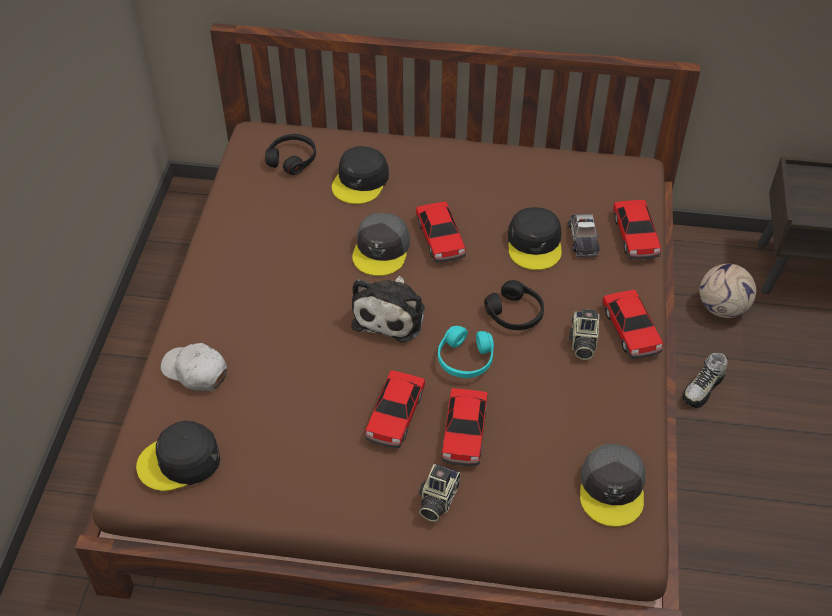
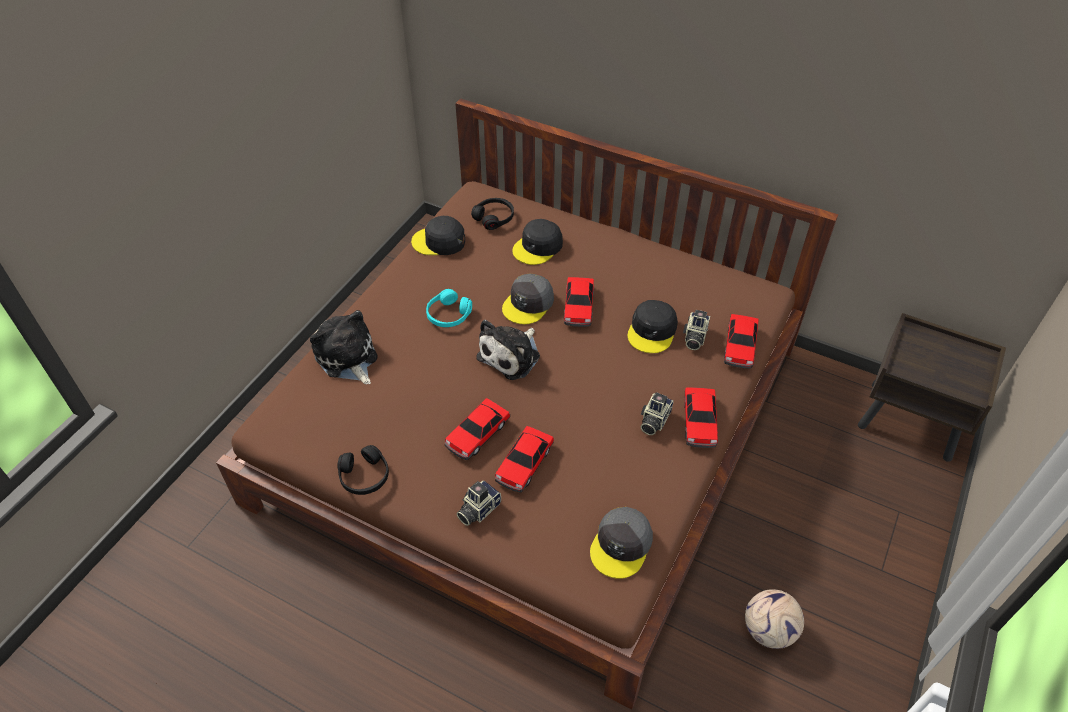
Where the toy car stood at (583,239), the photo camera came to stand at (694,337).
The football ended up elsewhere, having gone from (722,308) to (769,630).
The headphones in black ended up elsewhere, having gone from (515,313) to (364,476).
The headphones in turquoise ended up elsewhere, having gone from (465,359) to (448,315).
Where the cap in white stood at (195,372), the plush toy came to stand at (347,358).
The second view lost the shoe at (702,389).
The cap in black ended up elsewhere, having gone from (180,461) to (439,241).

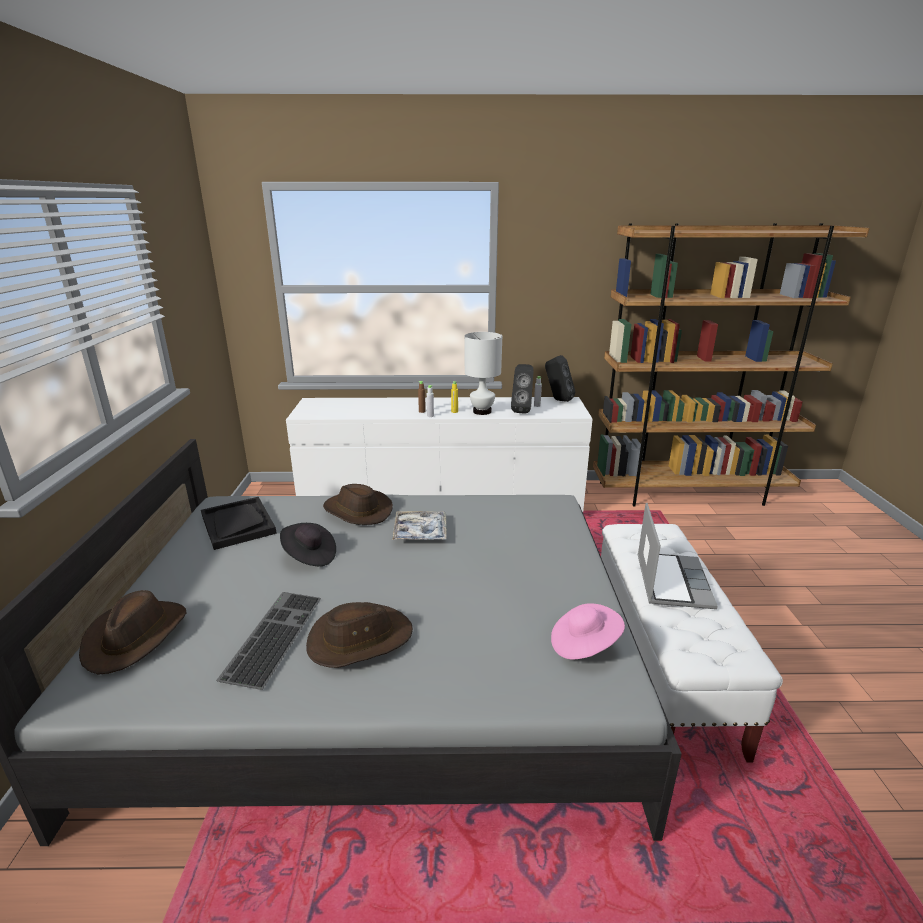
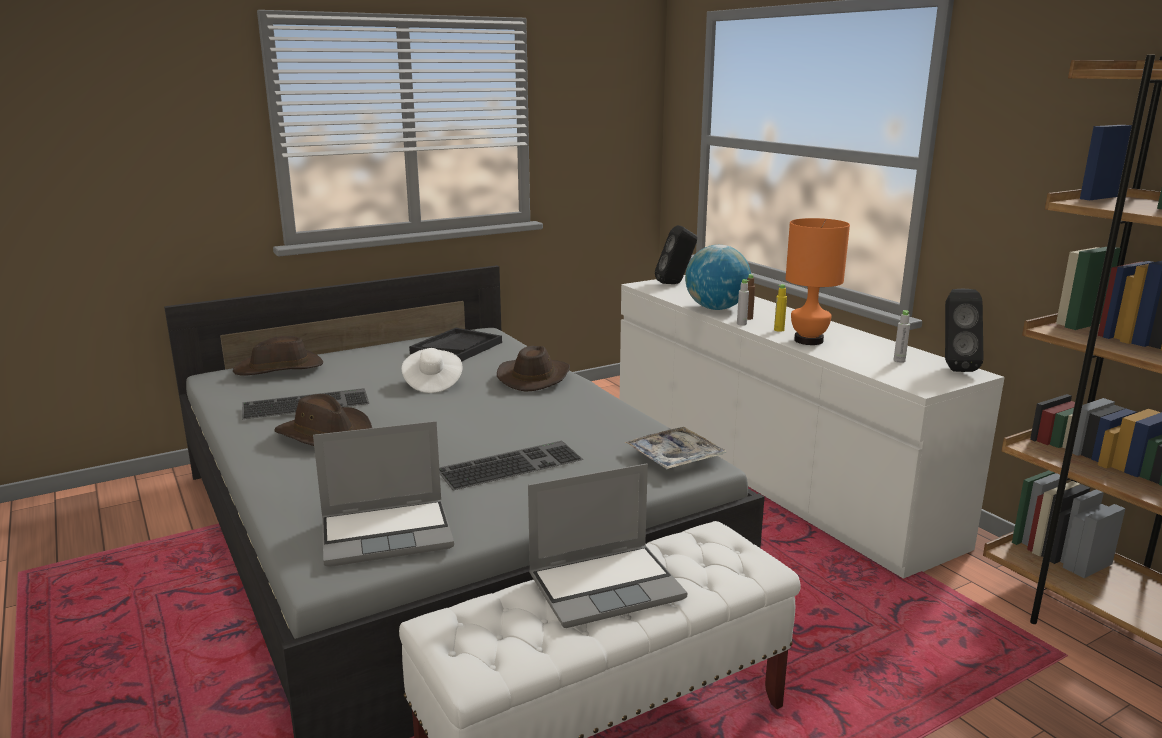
What was the table lamp in white at (482,411) turned into the table lamp in orange at (809,340).
The speaker in black ended up elsewhere, having gone from (522,410) to (675,283).
The tray ended up elsewhere, having gone from (420,532) to (674,457).
What was the hat in black at (309,556) turned into the hat in white at (432,383).
Where the hat in pink stood at (583,644), the laptop came to stand at (388,533).
The second view gained the globe at (716,308).
The second view gained the keyboard at (511,464).

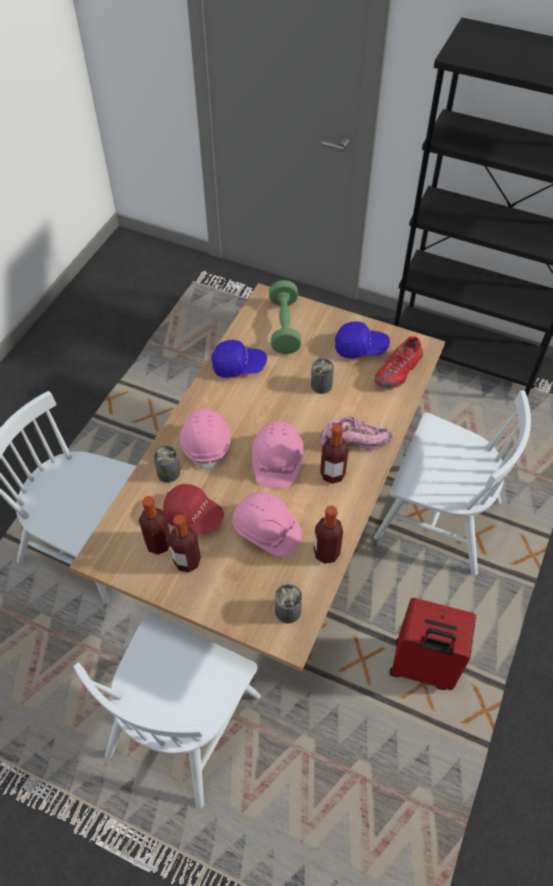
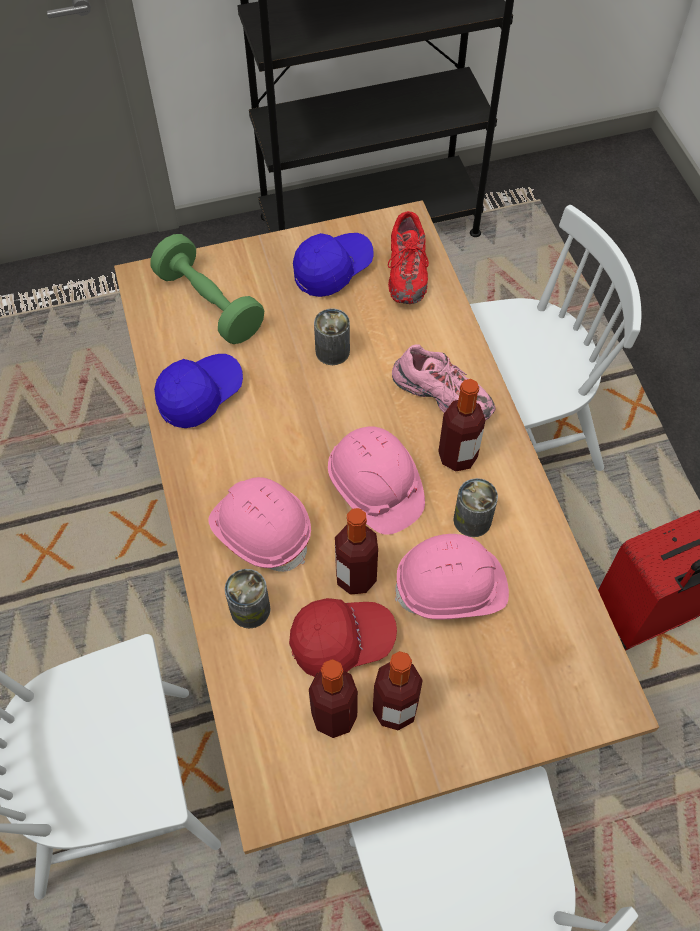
The shoe in pink at (354,441) ended up facing another way, 75 degrees clockwise from before.
The bottle ended up elsewhere, having gone from (326,553) to (356,577).
The can ended up elsewhere, having gone from (288,611) to (472,520).

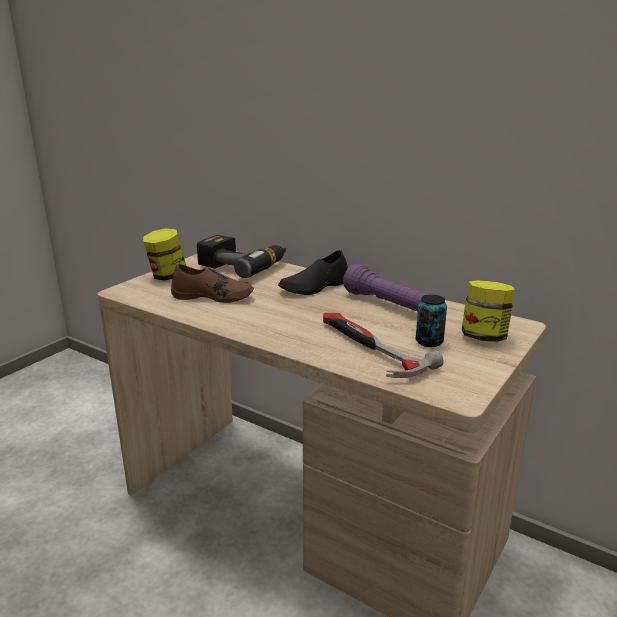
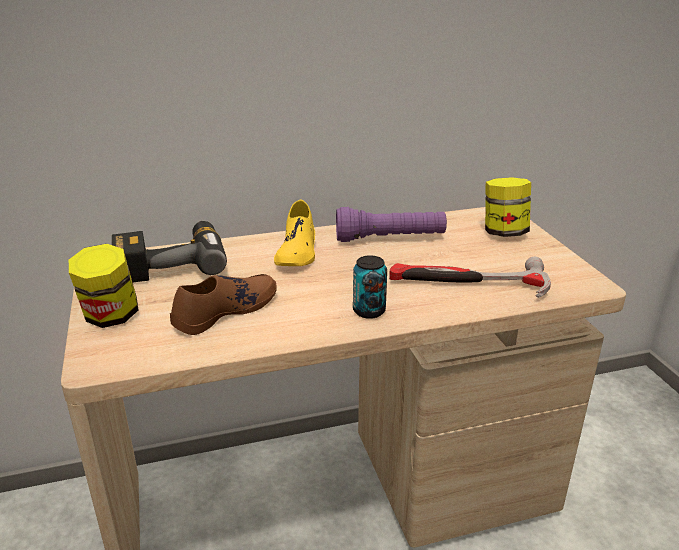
What was the shoe in black at (315,287) turned into the shoe in yellow at (297,251).
The can ended up elsewhere, having gone from (429,342) to (369,311).

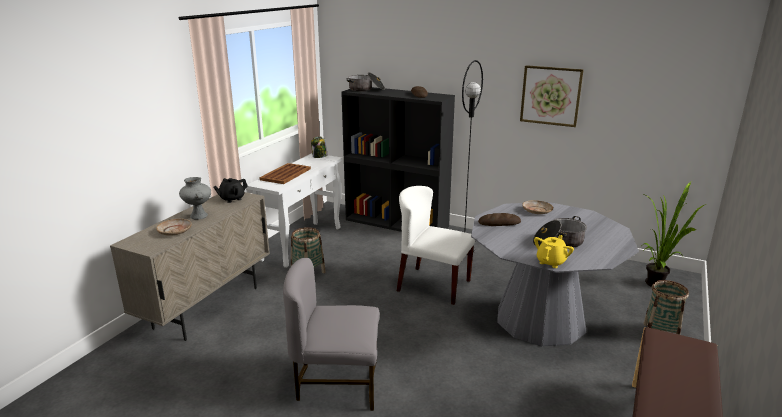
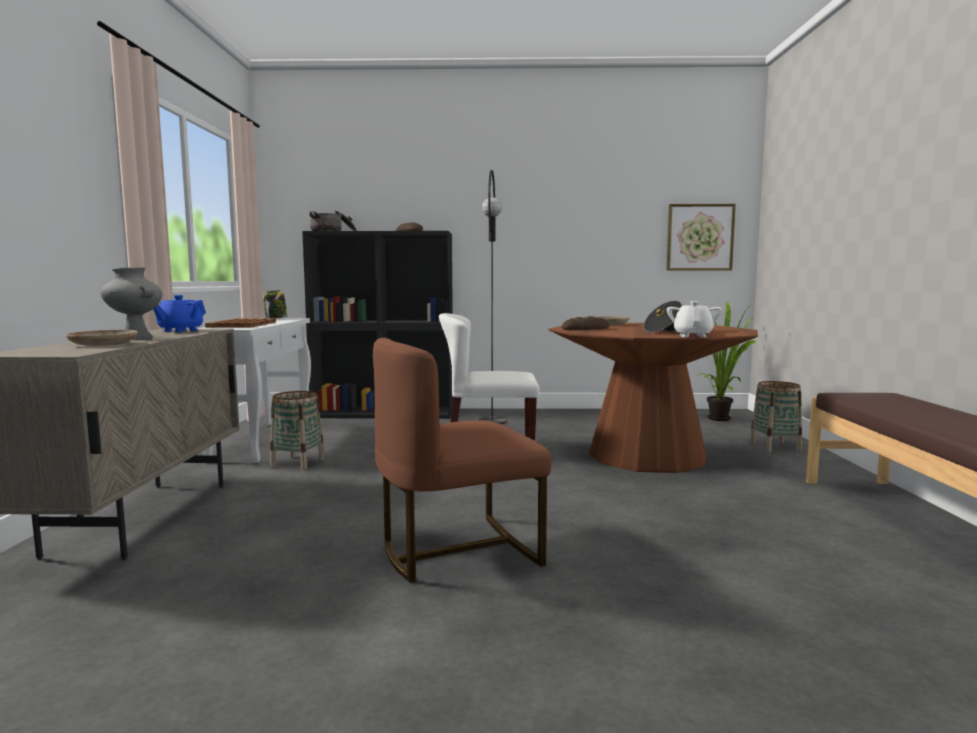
The picture ended up elsewhere, having gone from (550,95) to (700,237).
What was the teapot in black at (232,199) turned into the teapot in blue at (180,331).
What was the dining table in grey at (540,319) turned into the dining table in brown at (647,455).
What was the teapot in yellow at (551,262) turned into the teapot in white at (693,336).
What was the chair in grey at (337,383) turned into the chair in brown at (457,550).

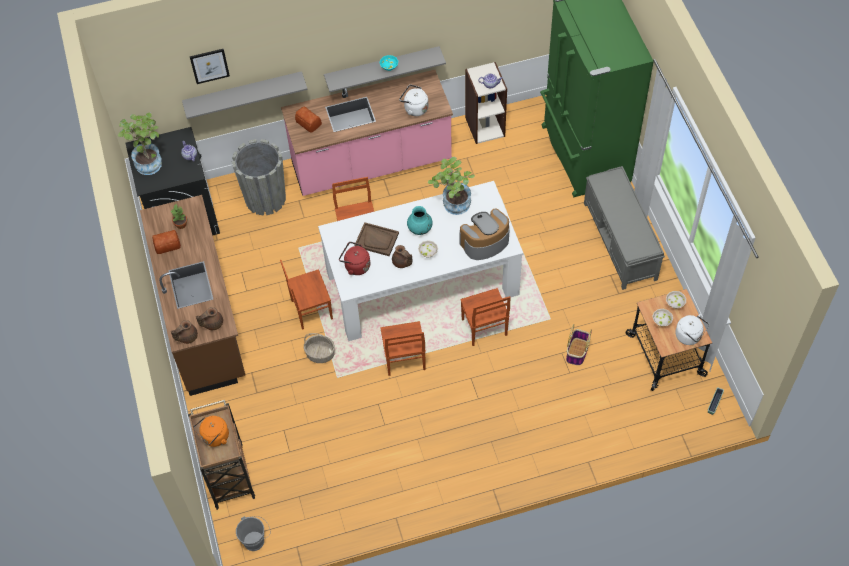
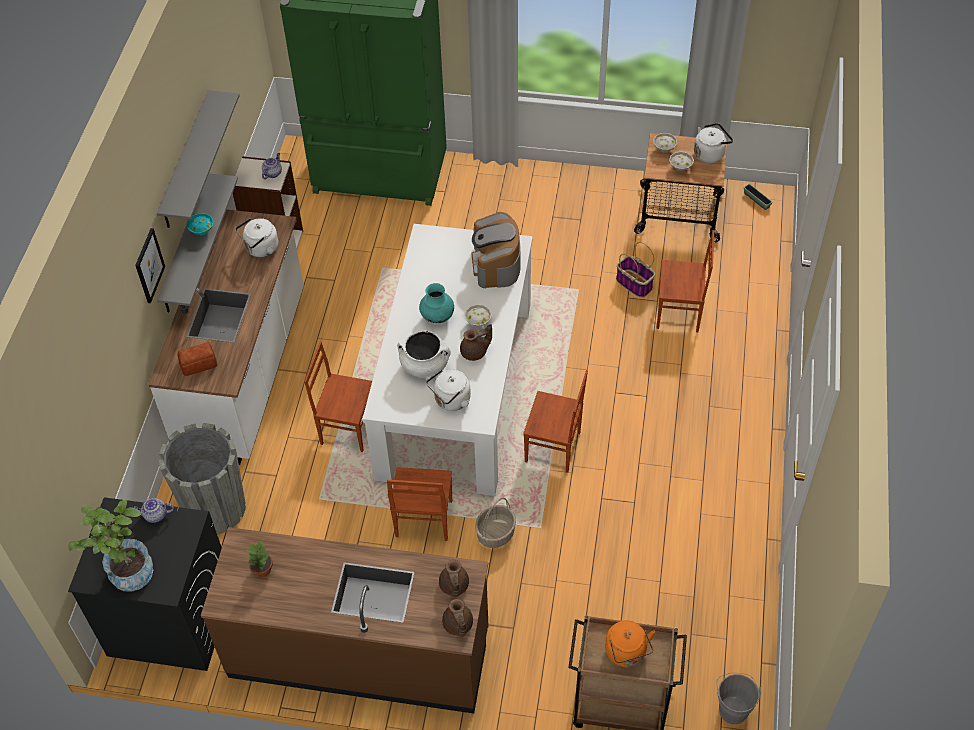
The picture ended up elsewhere, having gone from (209,65) to (149,265).
What was the counter in pink at (371,164) turned into the counter in white at (245,372).
The shelf in grey ended up elsewhere, having gone from (243,93) to (186,161).
The second view lost the potted plant at (453,206).
The second view lost the bench in grey at (620,241).
Where the tray in brown stood at (377,240), the cooking pot in white came to stand at (425,365).
The second view lost the bread at (166,244).
What was the kettle in red at (355,266) turned into the kettle in white at (450,401).
The chair in brown ended up elsewhere, having gone from (484,328) to (679,313).

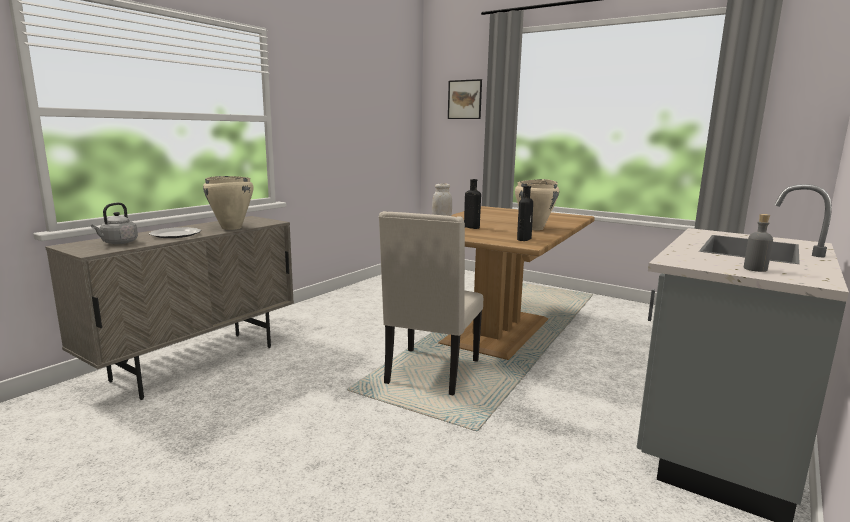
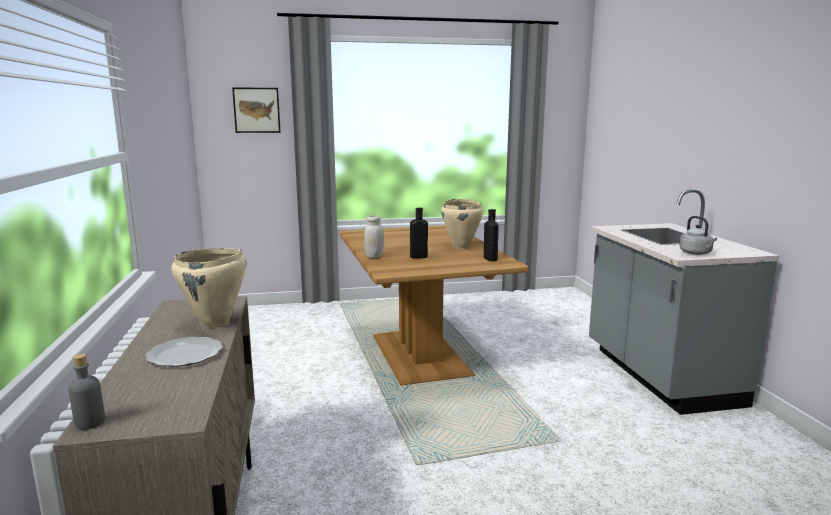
The kettle in grey ended up elsewhere, having gone from (118,243) to (696,253).
The second view lost the chair in beige at (431,372).
The bottle in grey ended up elsewhere, having gone from (755,269) to (90,423).

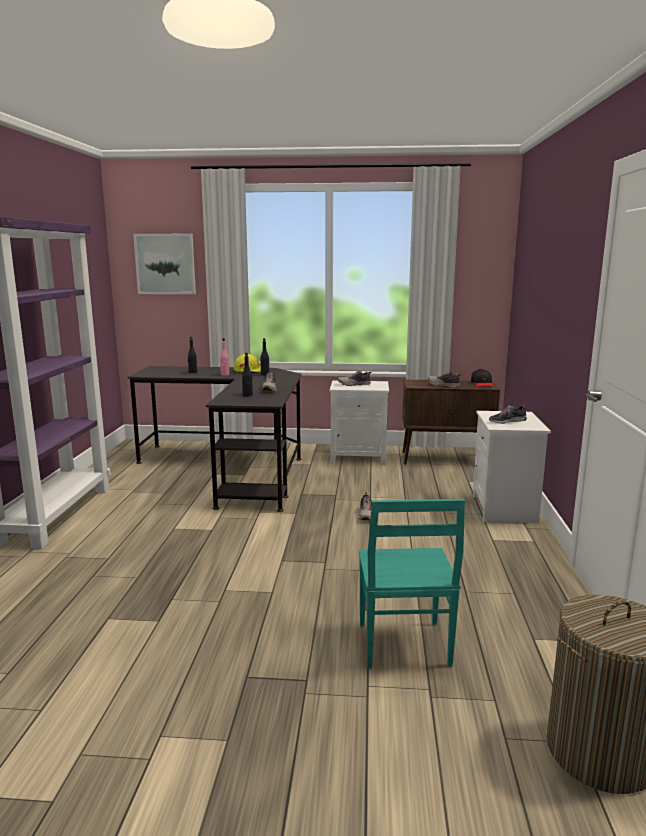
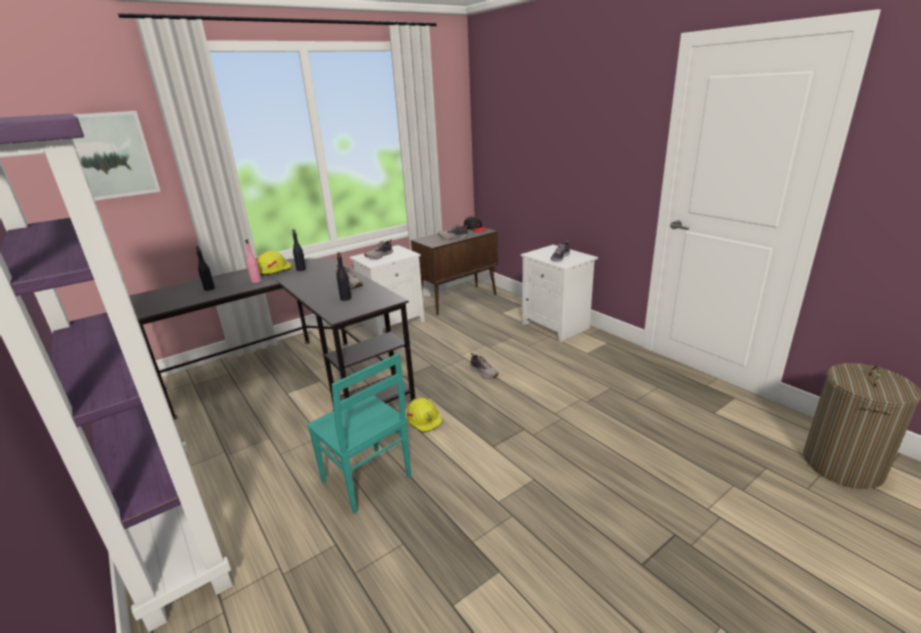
The chair in turquoise ended up elsewhere, having gone from (402,645) to (366,480).
The second view gained the hard hat in yellow at (425,420).

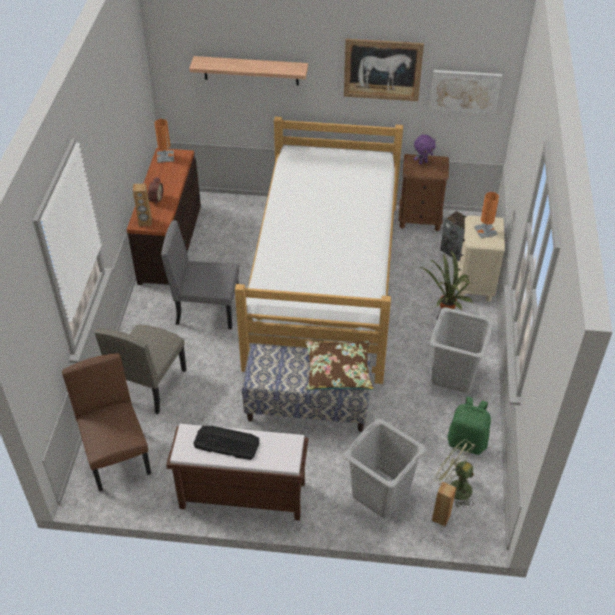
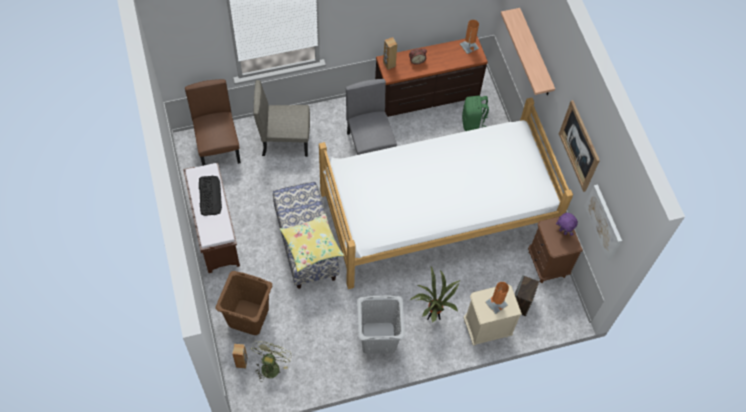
What was the pillow in brown at (338,371) turned into the pillow in yellow at (311,245).
The chair in brown at (118,457) ended up facing another way, 60 degrees counterclockwise from before.
The backpack in green ended up elsewhere, having gone from (467,442) to (473,123).
What was the laundry basket in grey at (380,494) turned into the laundry basket in brown at (248,317).

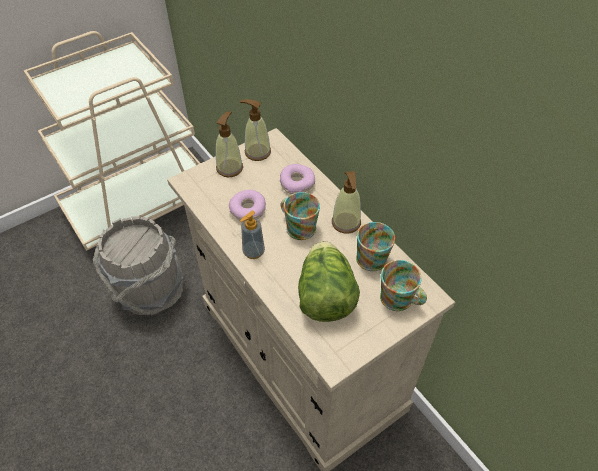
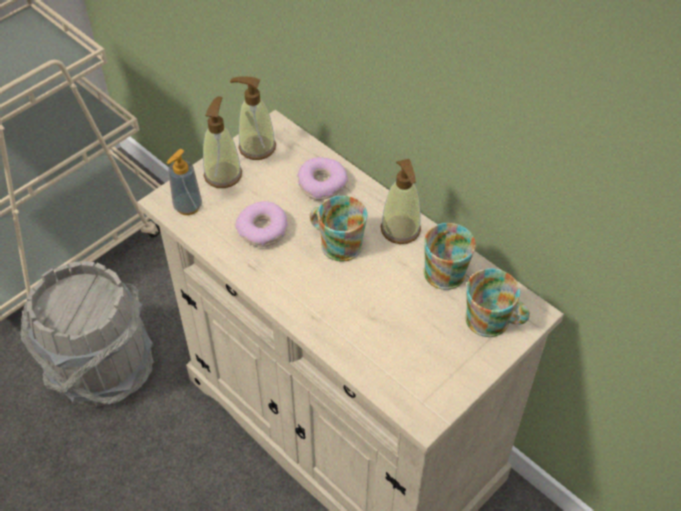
The soap dispenser ended up elsewhere, having gone from (253,252) to (188,206).
The second view lost the lettuce at (325,296).

